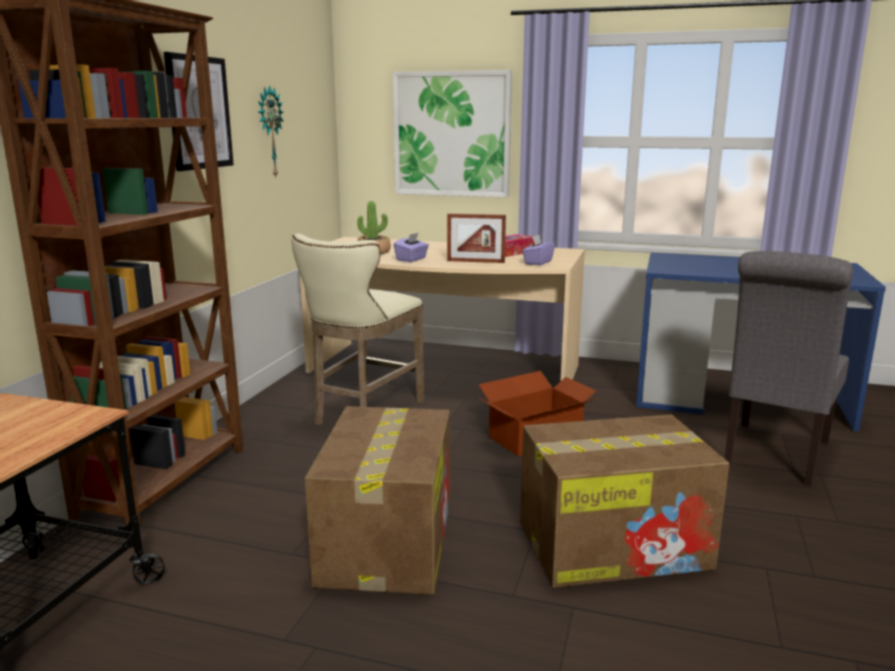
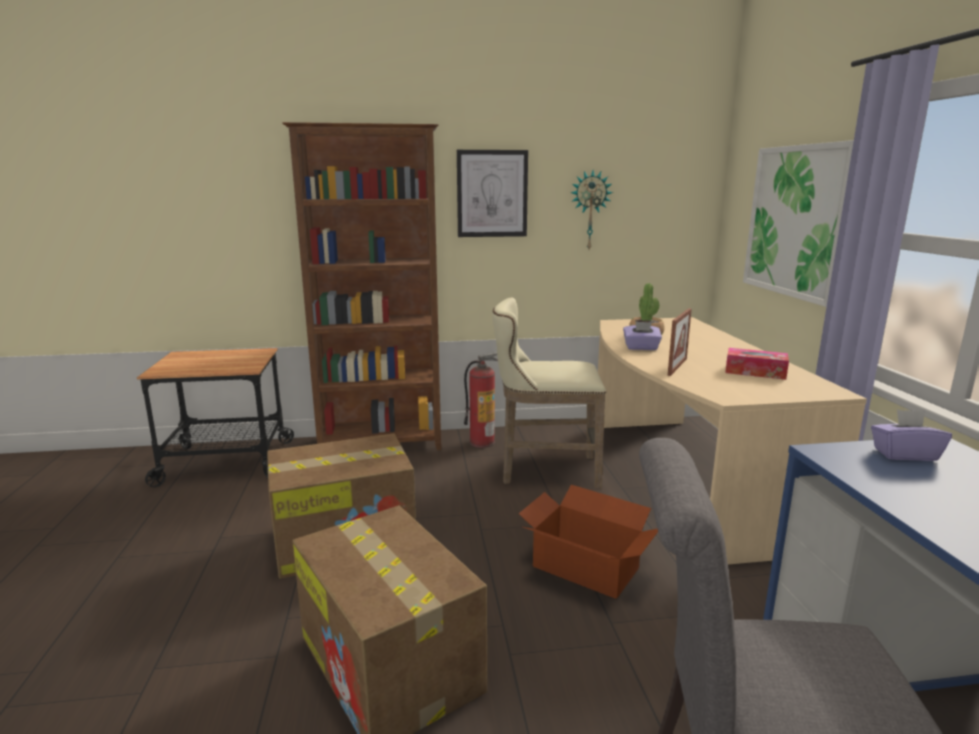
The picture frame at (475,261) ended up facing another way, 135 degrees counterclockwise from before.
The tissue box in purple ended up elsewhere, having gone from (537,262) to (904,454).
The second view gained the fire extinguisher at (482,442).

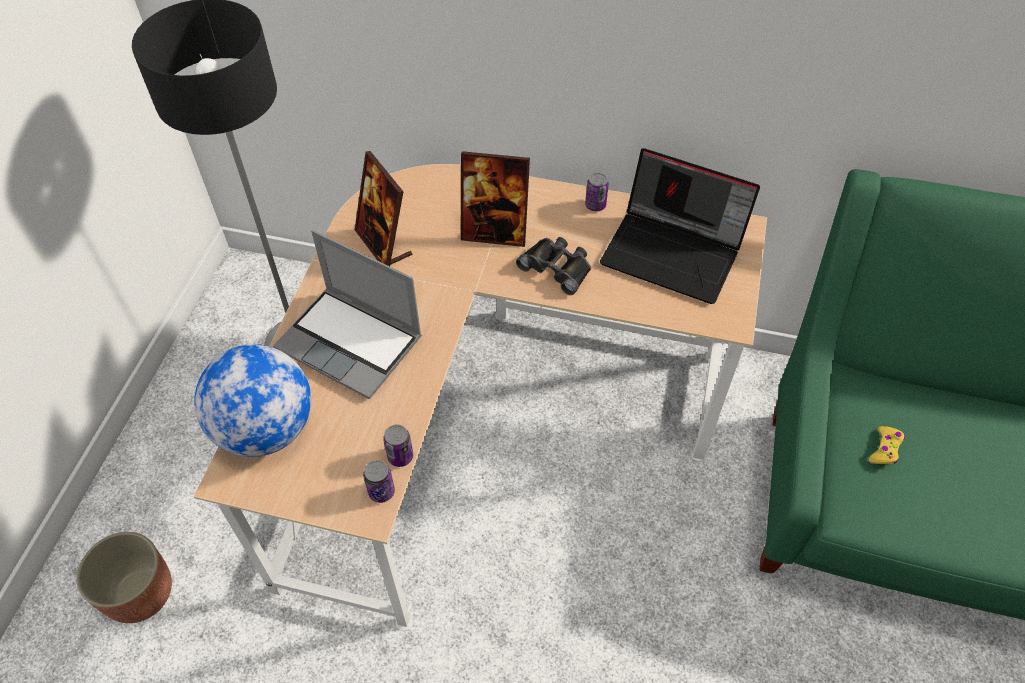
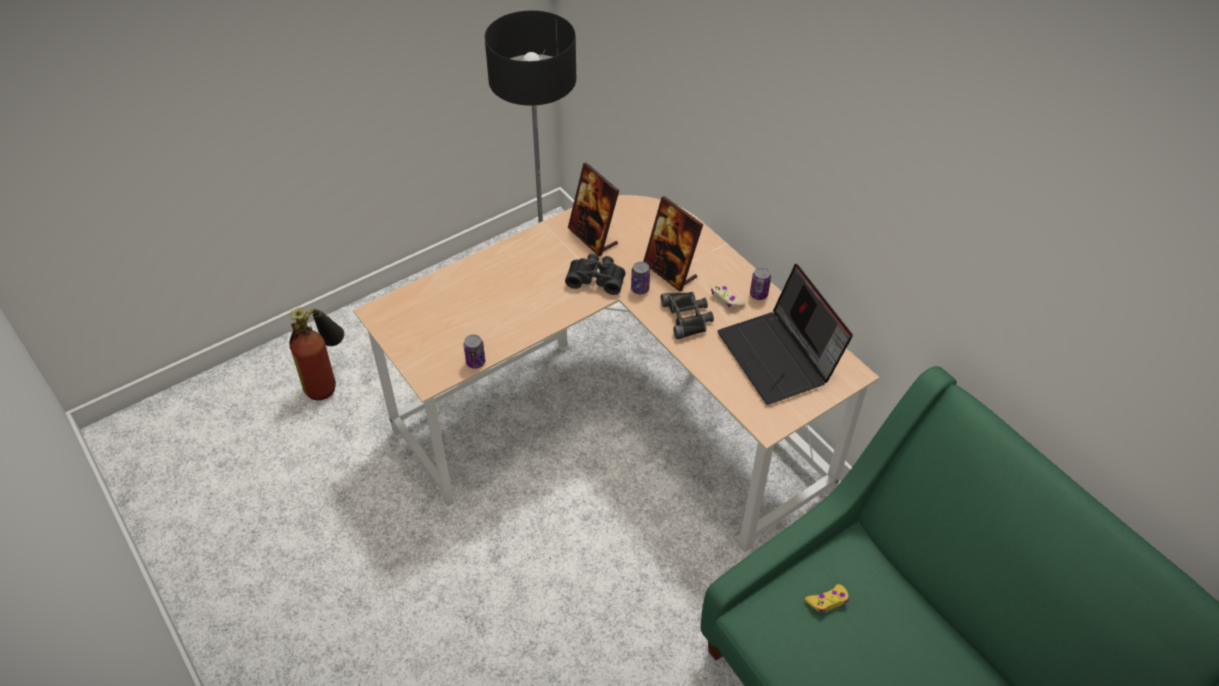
The picture frame at (384,244) ended up facing another way, 45 degrees counterclockwise from before.
The second view lost the laptop at (352,343).
The second view lost the globe at (266,429).
The can ended up elsewhere, having gone from (381,491) to (640,289).
Where the planter stood at (141,593), the fire extinguisher came to stand at (327,380).
The second view gained the binoculars in black at (596,279).
The second view gained the game controller in beige at (726,300).

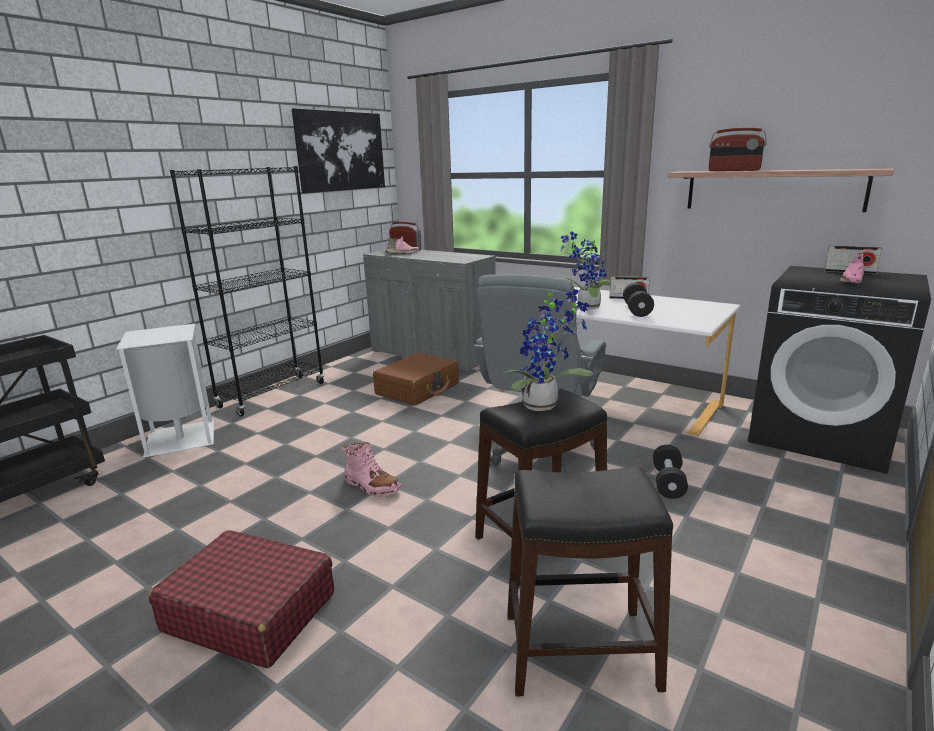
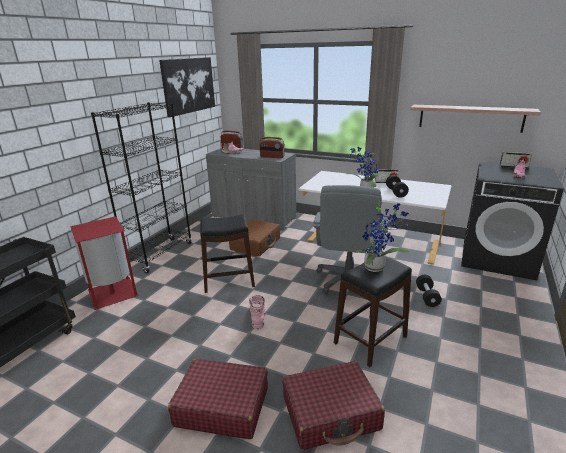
The radio ended up elsewhere, having gone from (734,170) to (272,157).
What was the trash can in white at (182,437) turned into the trash can in red at (113,292).
The boot in pink at (372,486) ended up facing another way, 120 degrees counterclockwise from before.
The stool in black ended up elsewhere, having gone from (579,650) to (228,280).
The second view gained the suitcase in red at (331,413).

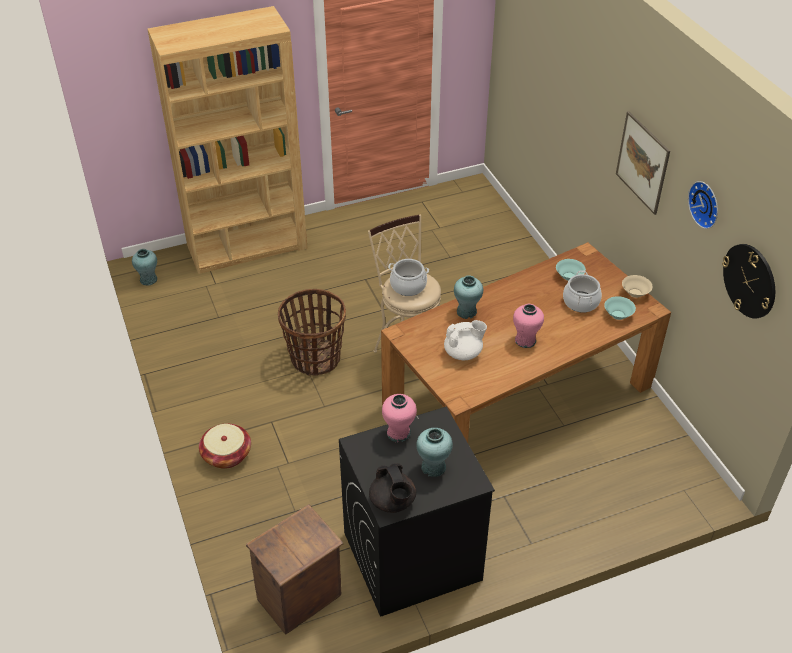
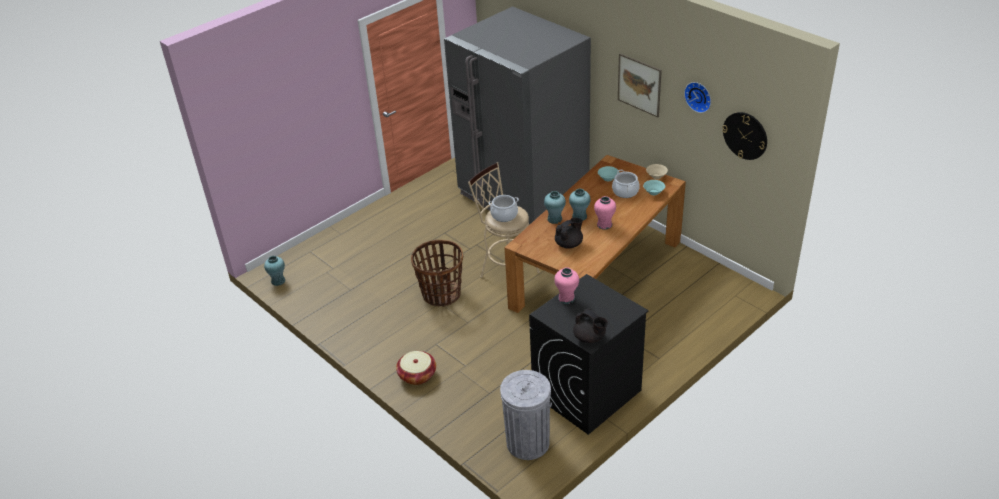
The second view lost the bookcase in brown at (247,247).
What was the teapot in white at (463,353) turned into the teapot in black at (569,244).
The vase in turquoise ended up elsewhere, having gone from (433,467) to (579,216).
Where the crate stood at (300,598), the trash can in grey came to stand at (528,443).
The second view gained the fridge in grey at (523,196).

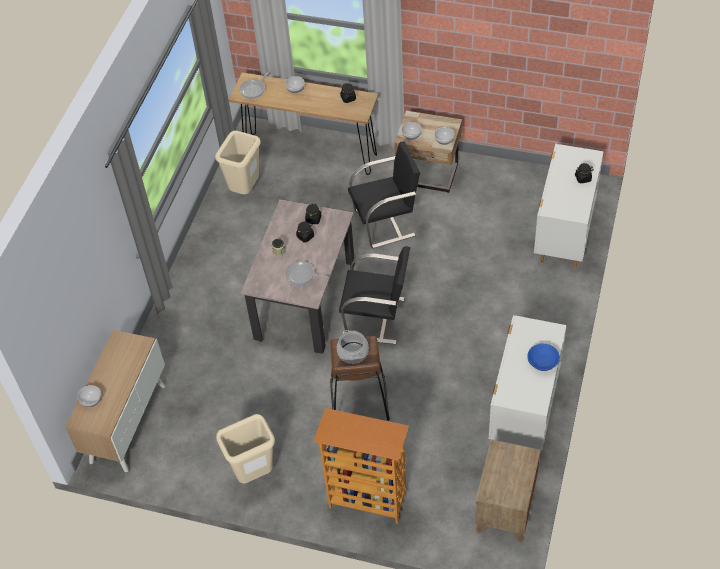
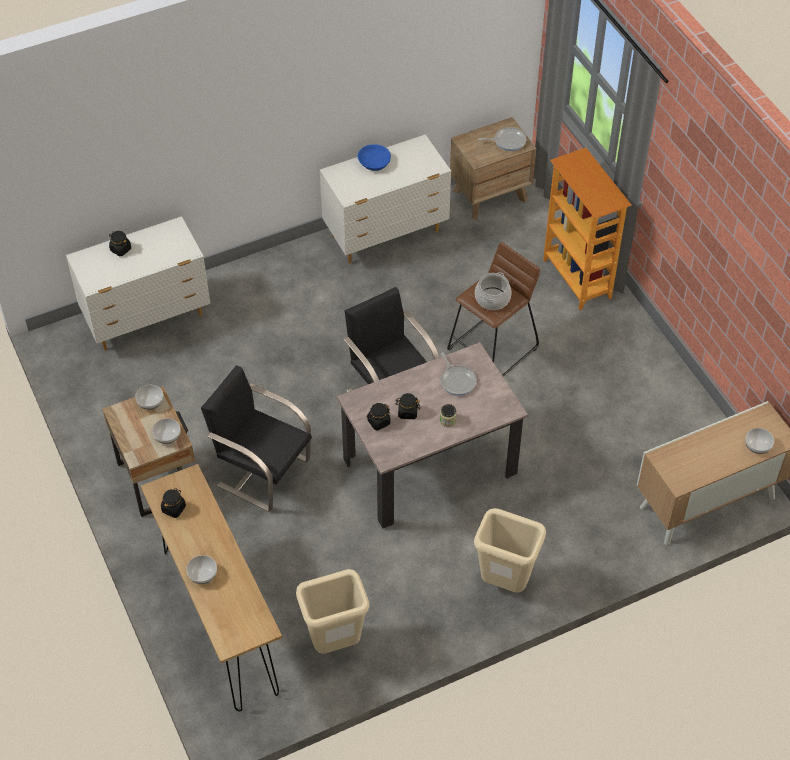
The frying pan ended up elsewhere, having gone from (253,89) to (507,141).
The trash can in beige ended up elsewhere, having gone from (253,475) to (505,583).

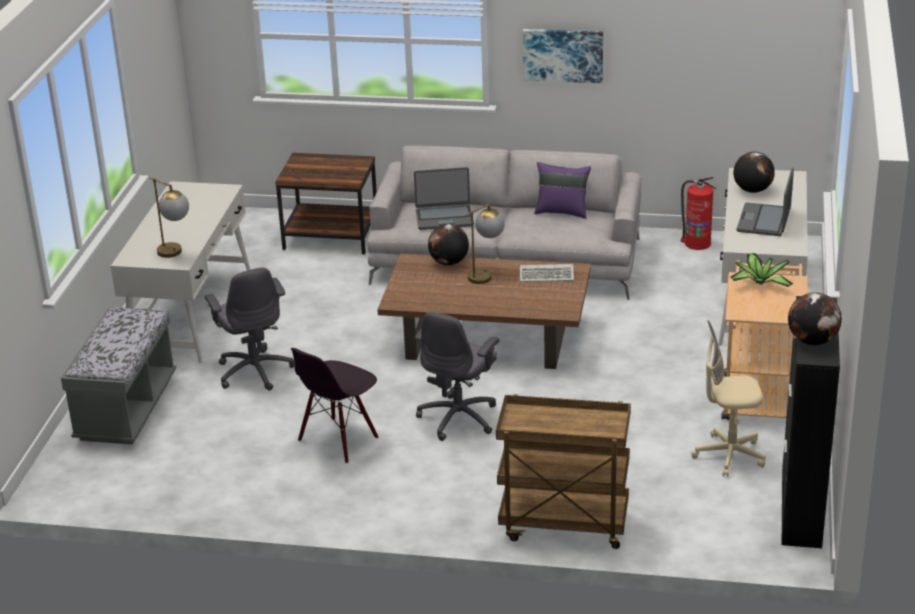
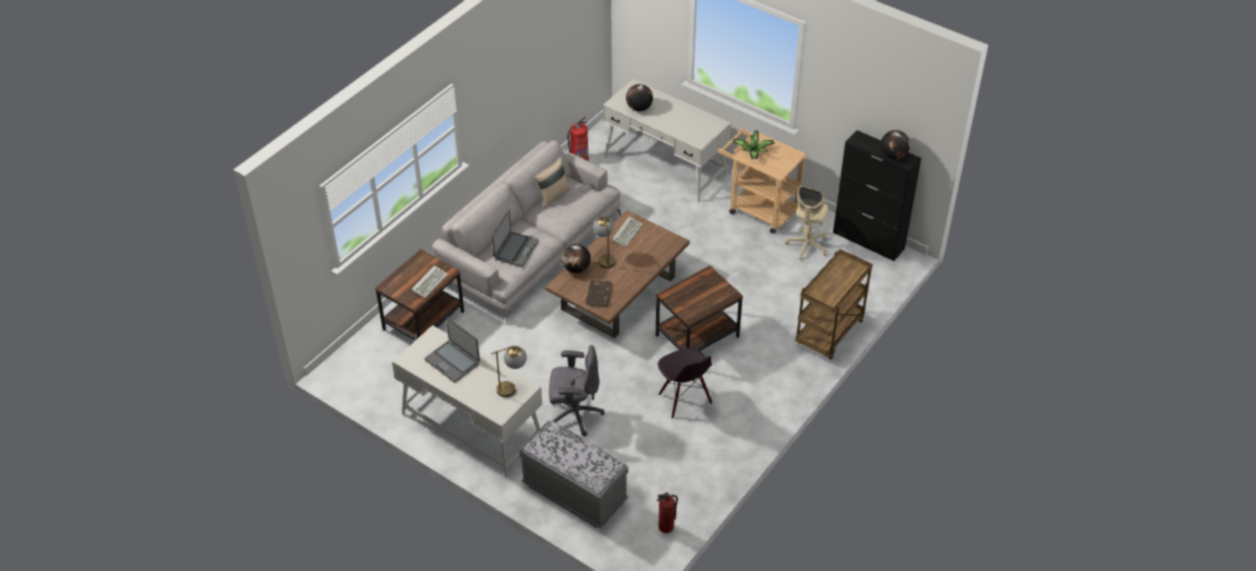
The second view lost the picture at (563,55).
What was the pillow in purple at (562,212) turned into the pillow in beige at (553,195).
The laptop ended up elsewhere, having gone from (764,221) to (452,361).
Where the office chair in grey stood at (459,418), the side table in brown came to stand at (697,337).
The second view gained the keyboard at (430,282).
The second view gained the book in brown at (599,295).
The second view gained the fire extinguisher at (666,527).

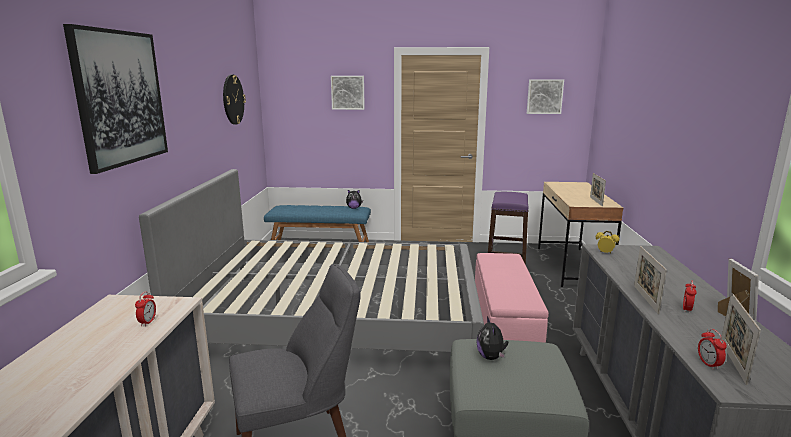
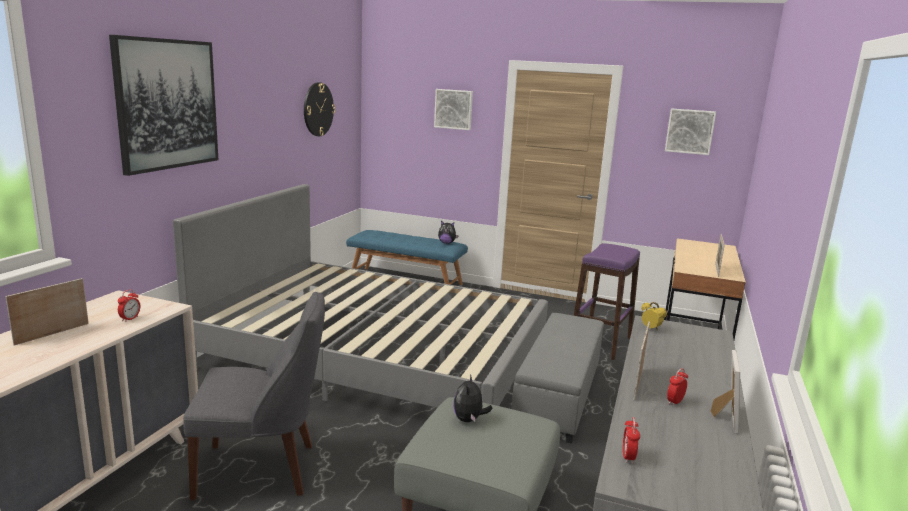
What was the ottoman in pink at (503,321) turned into the ottoman in grey at (557,396).
The picture frame ended up elsewhere, having gone from (733,361) to (52,334).

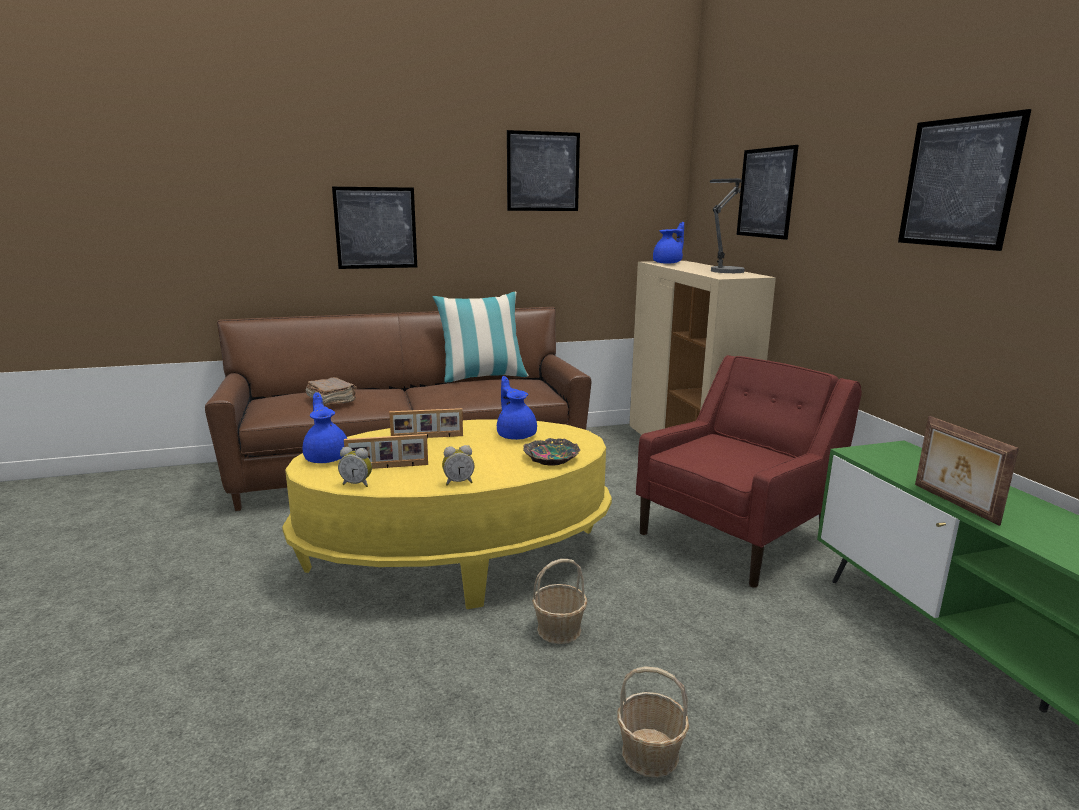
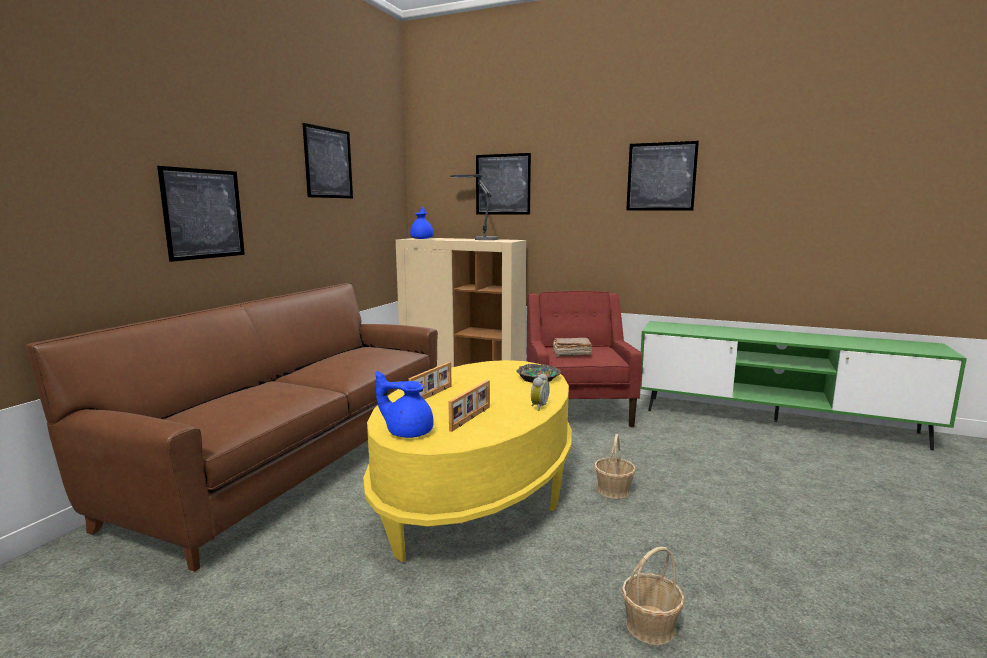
The second view lost the pillow at (482,377).
The second view lost the teapot in blue at (516,435).
The book in brown ended up elsewhere, having gone from (331,400) to (571,354).
The second view lost the picture frame at (953,504).
The second view lost the alarm clock at (357,484).
The basket ended up elsewhere, having gone from (650,754) to (651,626).

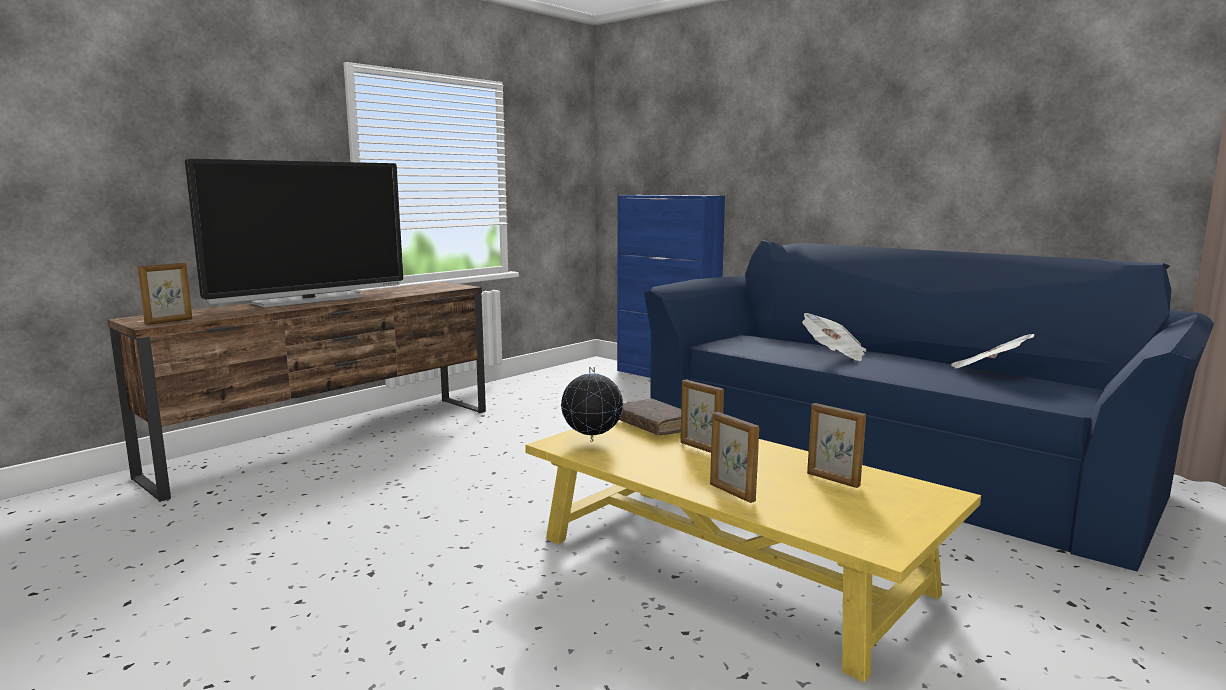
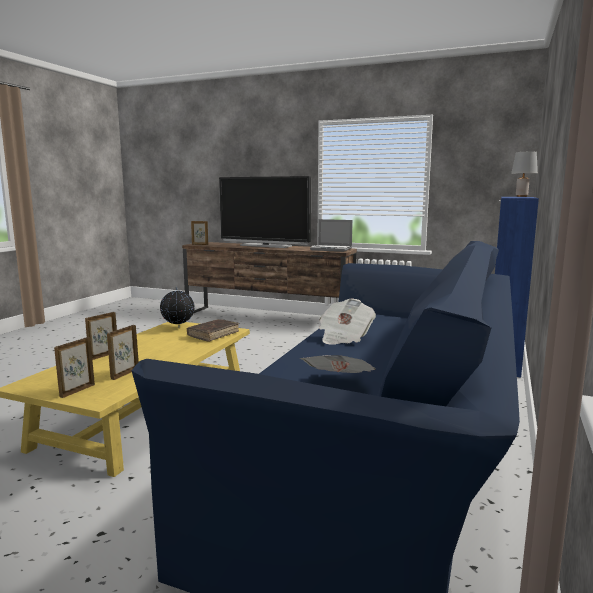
The picture frame ended up elsewhere, having gone from (700,448) to (77,391).
The second view gained the table lamp in grey at (521,196).
The second view gained the laptop at (332,249).

